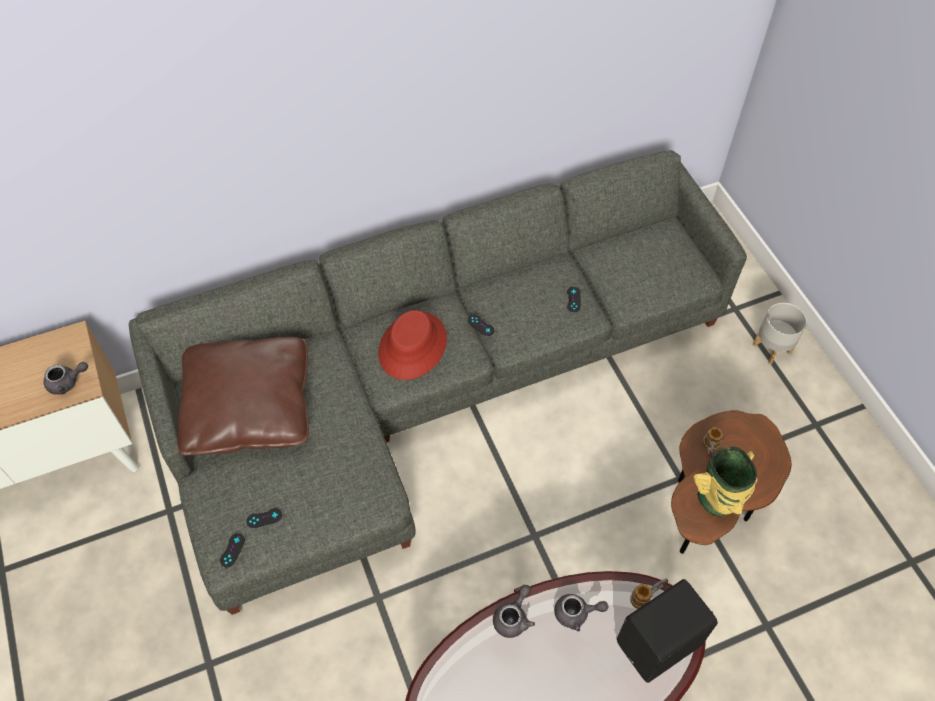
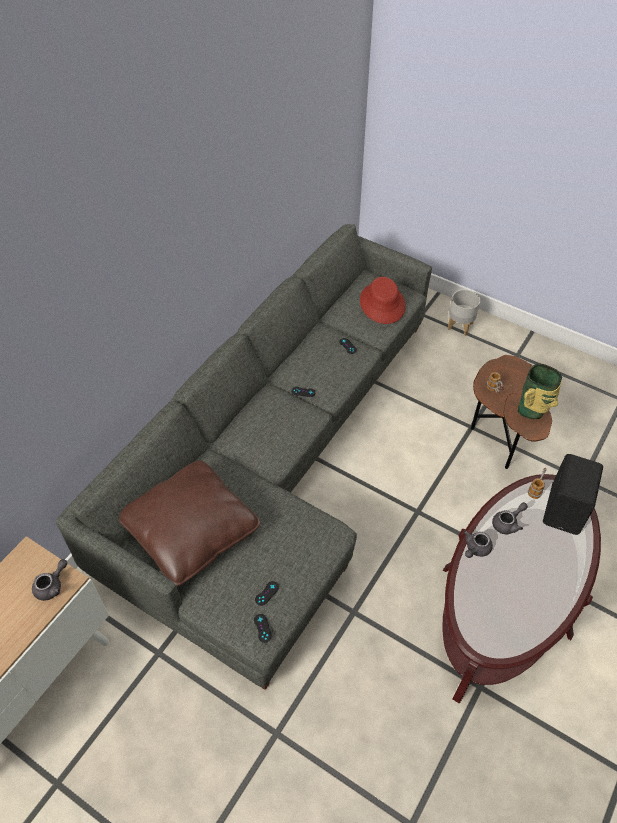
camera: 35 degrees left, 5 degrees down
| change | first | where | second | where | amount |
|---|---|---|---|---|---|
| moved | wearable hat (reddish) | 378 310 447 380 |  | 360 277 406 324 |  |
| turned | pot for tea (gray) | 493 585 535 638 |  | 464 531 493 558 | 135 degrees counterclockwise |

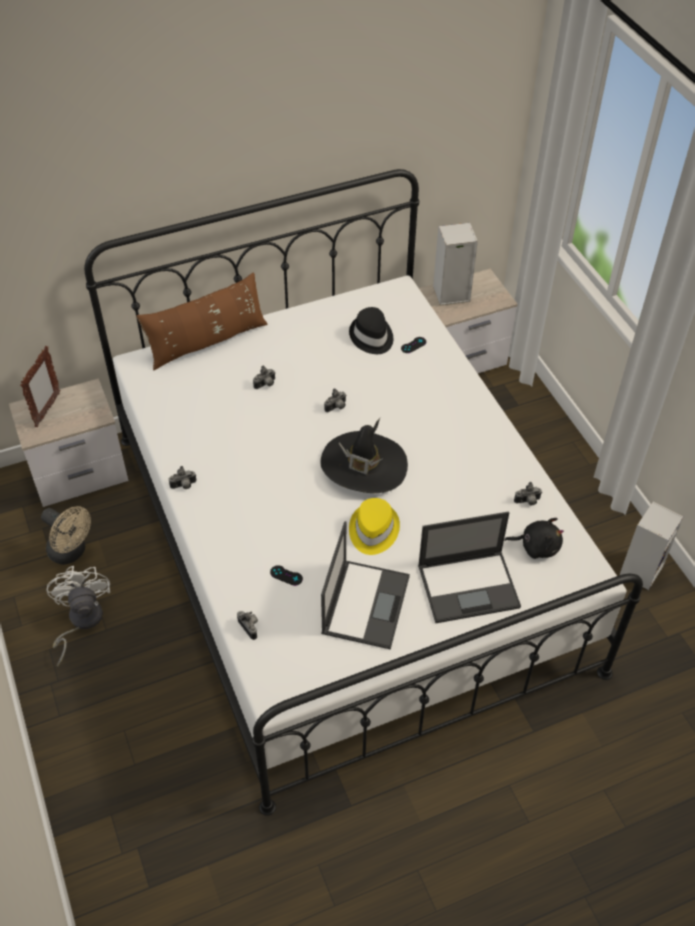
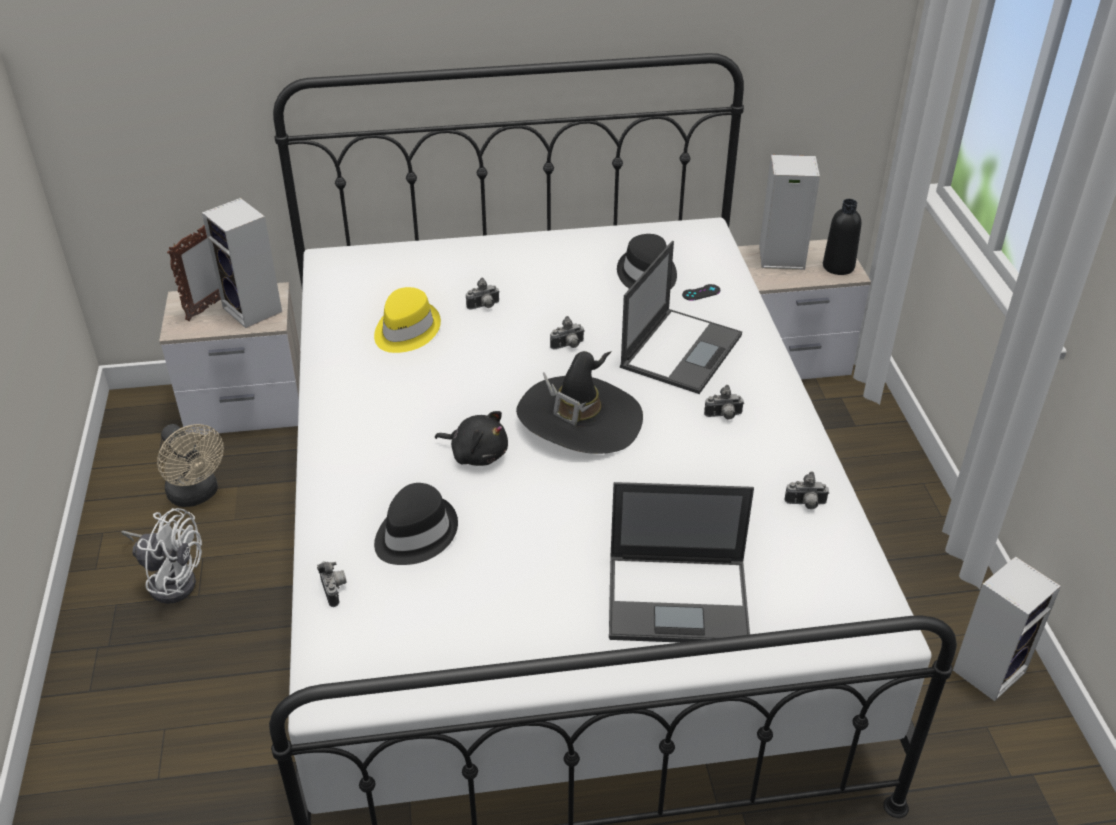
camera: 15 degrees right, 10 degrees down
| change | first | where | second | where | amount |
|---|---|---|---|---|---|
| turned | electric fan (whitish) | 46 566 110 667 |  | 121 508 202 604 | 105 degrees clockwise |
| added |  |  | loudspeaker | 202 198 282 328 |  |
| moved | wearable hat (yellowish) | 349 498 400 555 |  | 374 287 441 353 |  |
| replaced | game controller (black) | 270 565 303 586 | wearable hat (black) | 374 483 458 565 |  |
| moved | cuddly toy (black) | 504 518 564 559 |  | 435 411 508 466 |  |
| moved | notebook computer | 321 521 410 650 |  | 620 241 742 394 |  |
| moved | photo camera | 169 466 197 489 |  | 704 385 744 420 |  |
| added |  |  | beverage bottle (black) | 823 199 861 275 |  |
| removed | cushion (brown-coloured) | 137 272 268 370 |  |  |  |

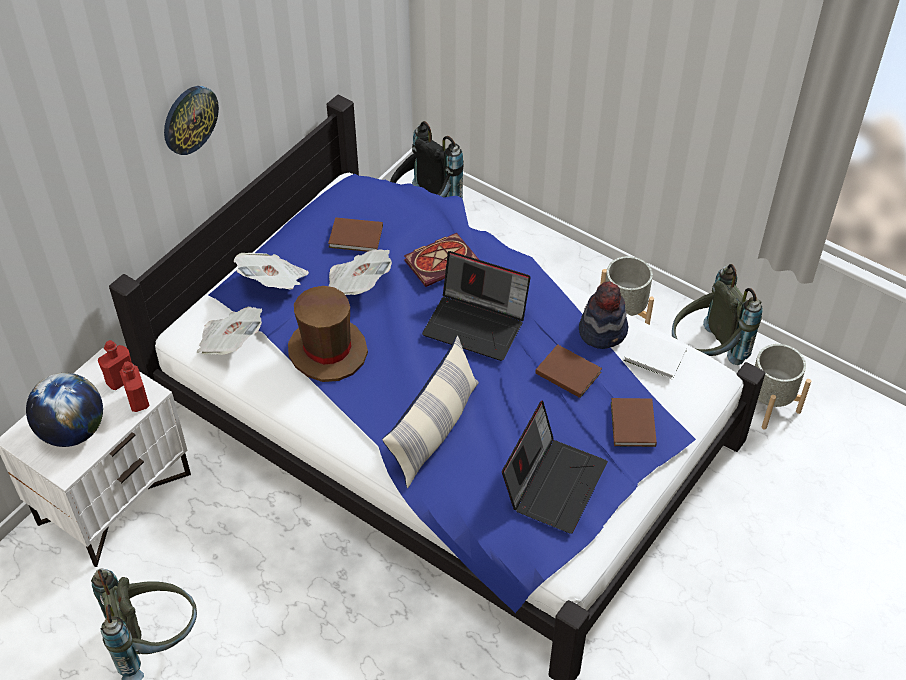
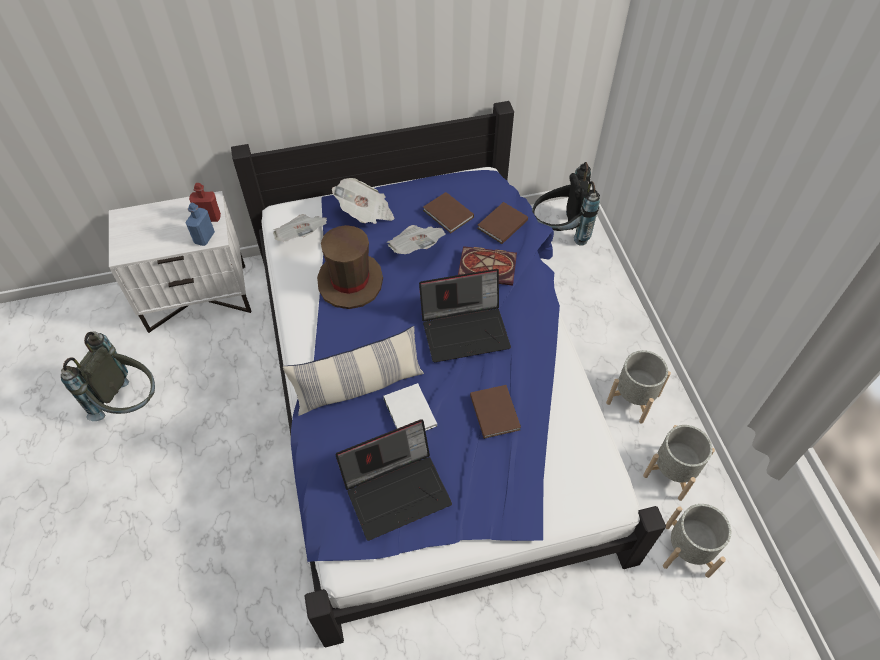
camera: 40 degrees right, 5 degrees up
| change | first | where | second | where | amount |
|---|---|---|---|---|---|
| recoloured | beverage bottle (reddish) | 120 361 150 412 | beverage bottle (blue) | 185 203 215 246 |  |
| moved | bound book (whitish) | 623 330 687 379 |  | 383 383 437 431 |  |
| turned | notebook computer | 422 251 531 361 |  | 419 269 511 362 | 75 degrees counterclockwise |
| moved | bound book (brown-coloured) | 611 398 657 447 |  | 477 202 528 244 |  |
| replaced | rucksack (gray) | 672 264 763 365 | planter (gray) | 643 425 715 501 |  |
| removed | globe | 26 373 103 447 |  |  |  |
| removed | clock on the wall | 164 86 219 155 |  |  |  |
| removed | wearable hat | 579 281 628 349 |  |  |  |

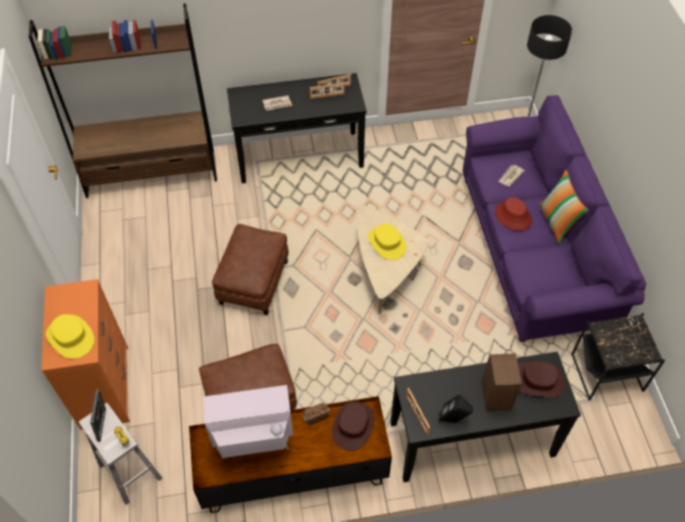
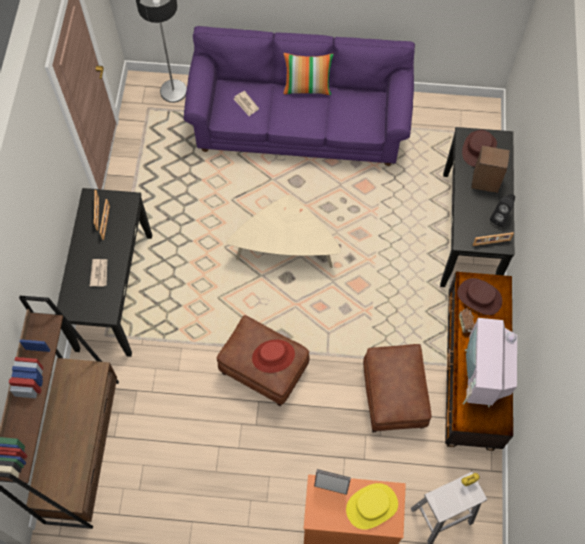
camera: 75 degrees left, 10 degrees up
| change | first | where | second | where | amount |
|---|---|---|---|---|---|
| moved | wearable hat (reddish) | 495 198 532 231 |  | 252 340 295 373 |  |
| moved | picture frame | 90 389 106 442 |  | 314 469 351 495 |  |
| removed | wearable hat (yellowish) | 368 223 406 260 |  |  |  |
| removed | accent table (black) | 571 313 665 400 |  |  |  |

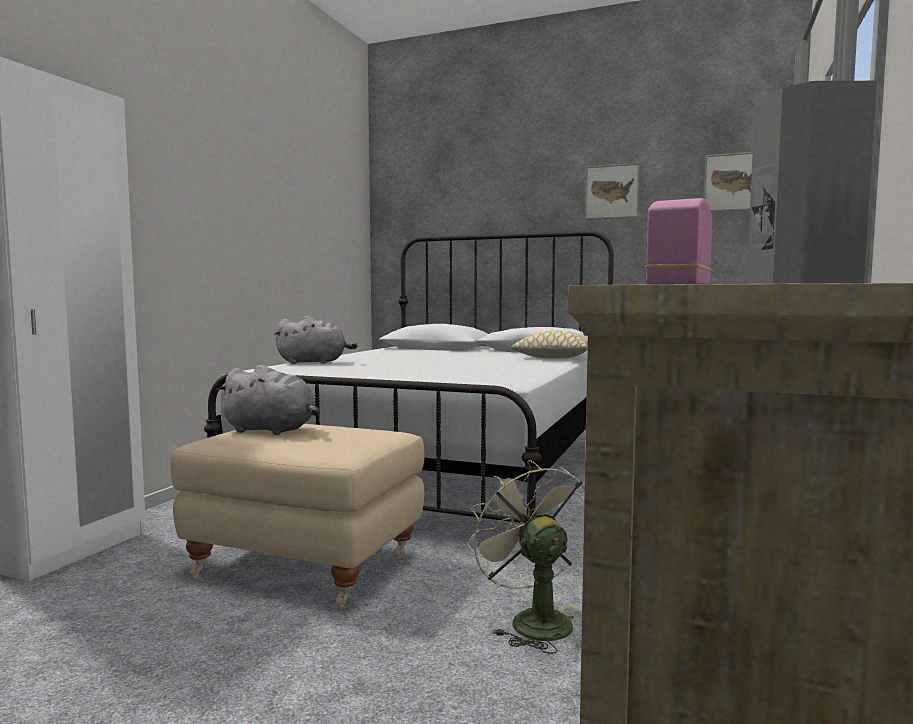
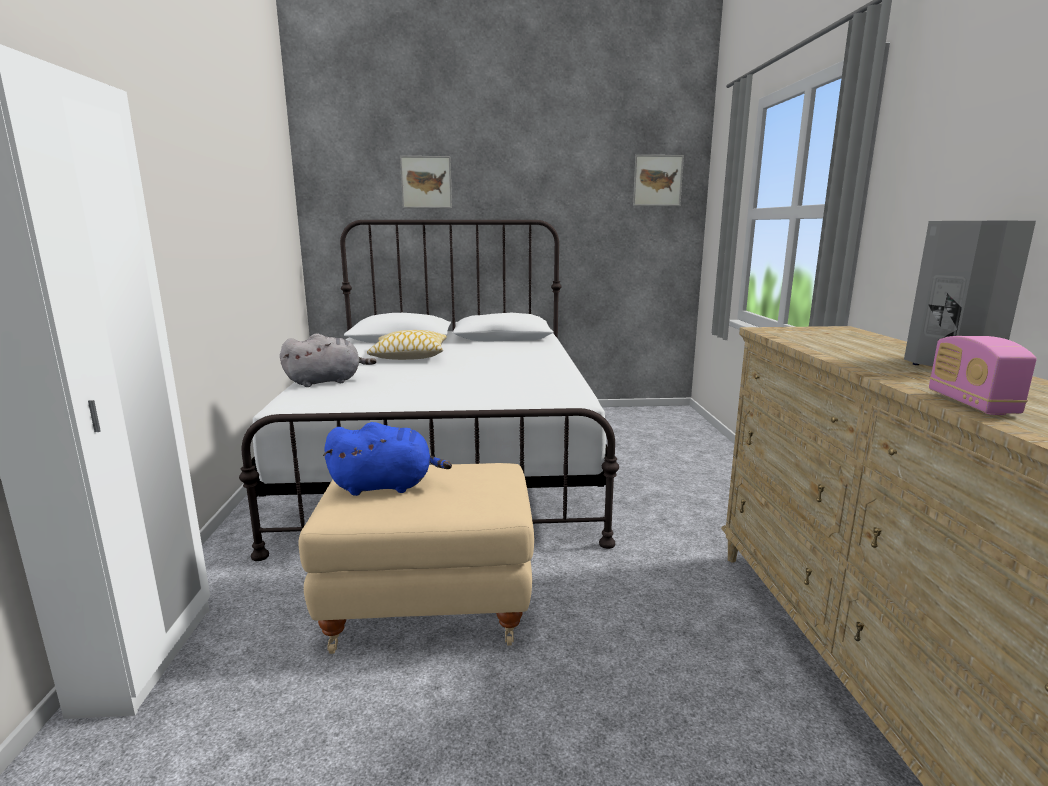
camera: 25 degrees left, 10 degrees up
| change | first | where | second | where | amount |
|---|---|---|---|---|---|
| recoloured | cuddly toy (gray) | 216 365 320 435 | cuddly toy (blue) | 323 422 452 496 |  |
| moved | cushion | 511 330 588 358 |  | 367 330 447 360 |  |
| moved | picture | 585 163 640 220 |  | 400 156 452 208 |  |
| removed | electric fan (beige) | 467 460 585 654 |  |  |  |

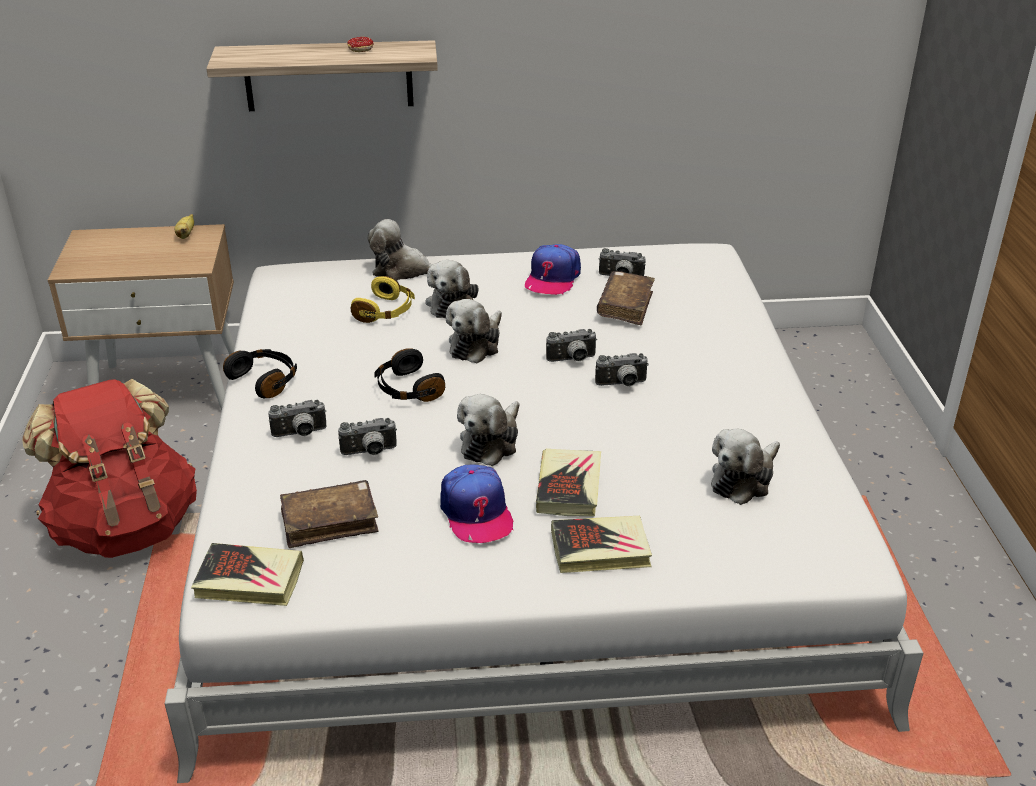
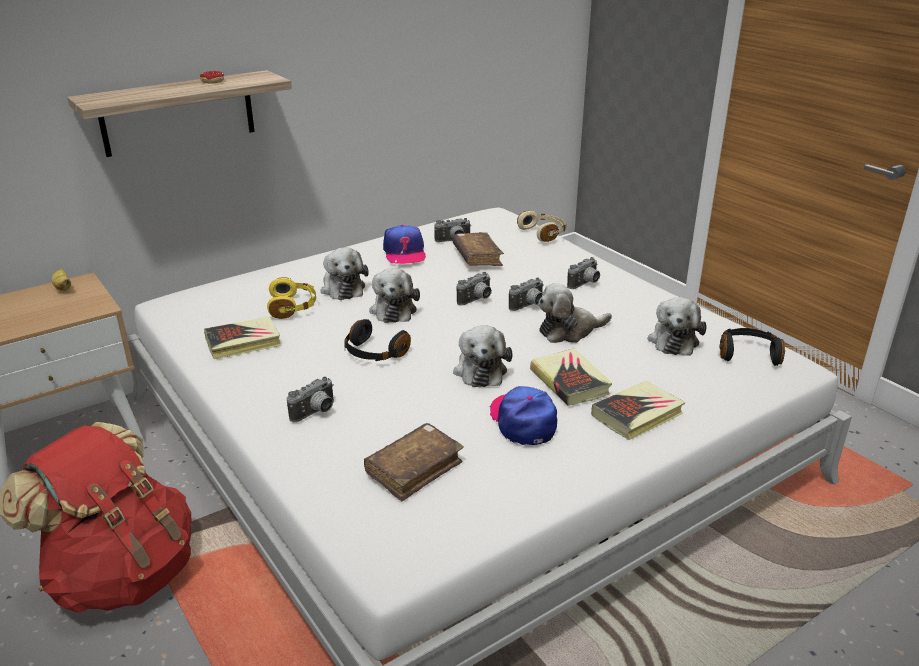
camera: 30 degrees left, 5 degrees down
| change | first | where | second | where | amount |
|---|---|---|---|---|---|
| moved | bound book | 191 543 304 606 |  | 204 317 282 359 |  |
| turned | baseball cap | 440 465 514 543 |  | 490 386 557 445 | 150 degrees counterclockwise |
| added |  |  | headphones (beige) | 517 211 567 242 |  |
| moved | cuddly toy | 367 219 432 281 |  | 538 284 612 343 |  |
| moved | photo camera | 338 418 397 455 |  | 567 257 600 289 |  |
| moved | headphones (black) | 223 349 297 398 |  | 719 328 785 366 |  |

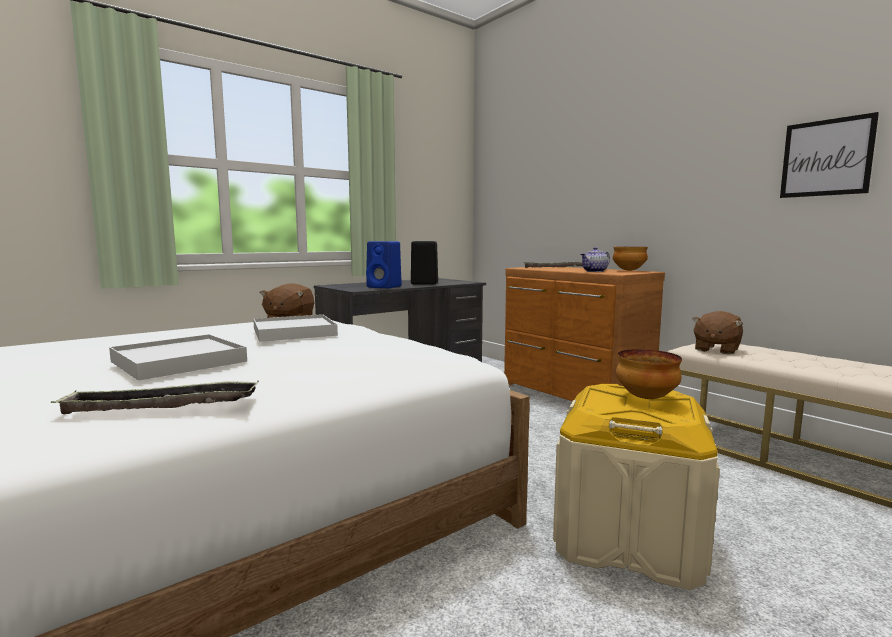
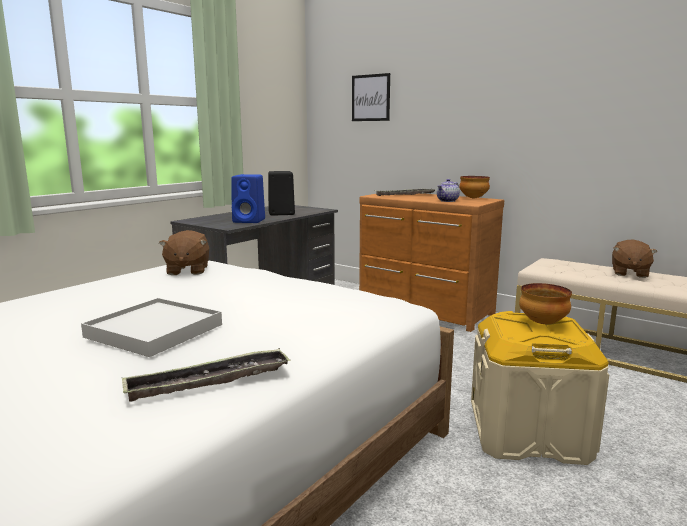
camera: 15 degrees left, 5 degrees up
| change | first | where | second | where | amount |
|---|---|---|---|---|---|
| moved | picture | 780 112 879 198 |  | 352 73 390 121 |  |
| moved | cuddly toy (brown-coloured) | 692 311 743 355 |  | 612 239 658 278 |  |
| removed | carrying tray (whitish) | 253 314 338 342 |  |  |  |

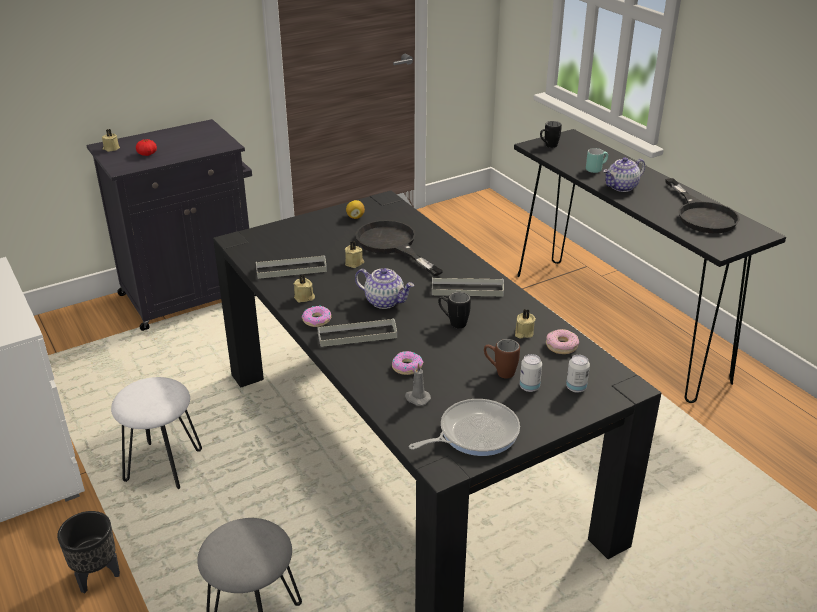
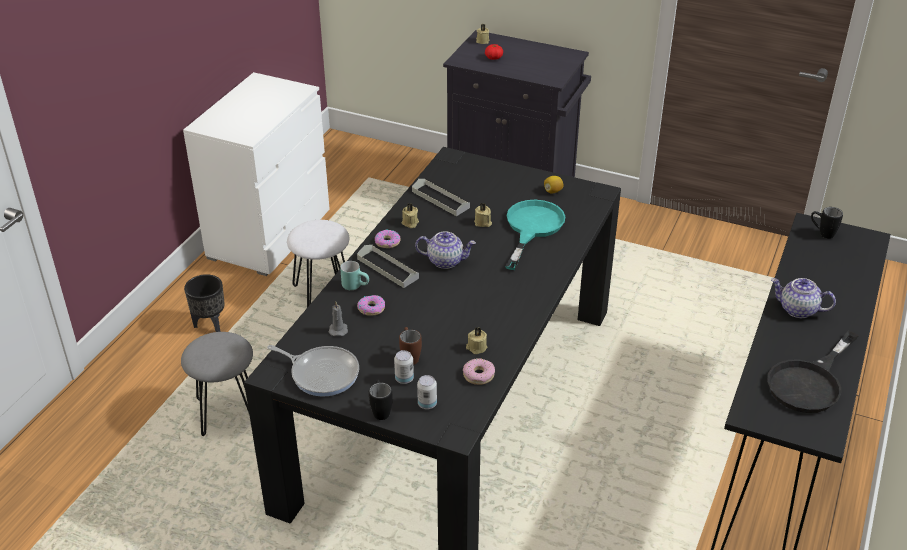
camera: 55 degrees right, 5 degrees up
| change | first | where | second | where | amount |
|---|---|---|---|---|---|
| moved | tea mug (turquoise-coloured) | 586 148 608 173 |  | 340 261 369 290 |  |
| moved | tea mug (black) | 438 292 471 329 |  | 369 379 393 420 |  |
| turned | pot for tea | 355 268 414 309 |  | 415 232 476 269 | 75 degrees counterclockwise |
| recoloured | skillet (black) | 356 220 443 277 | skillet (turquoise-coloured) | 505 200 566 270 |  |
| removed | carrying tray (gray) | 432 277 504 296 |  |  |  |

